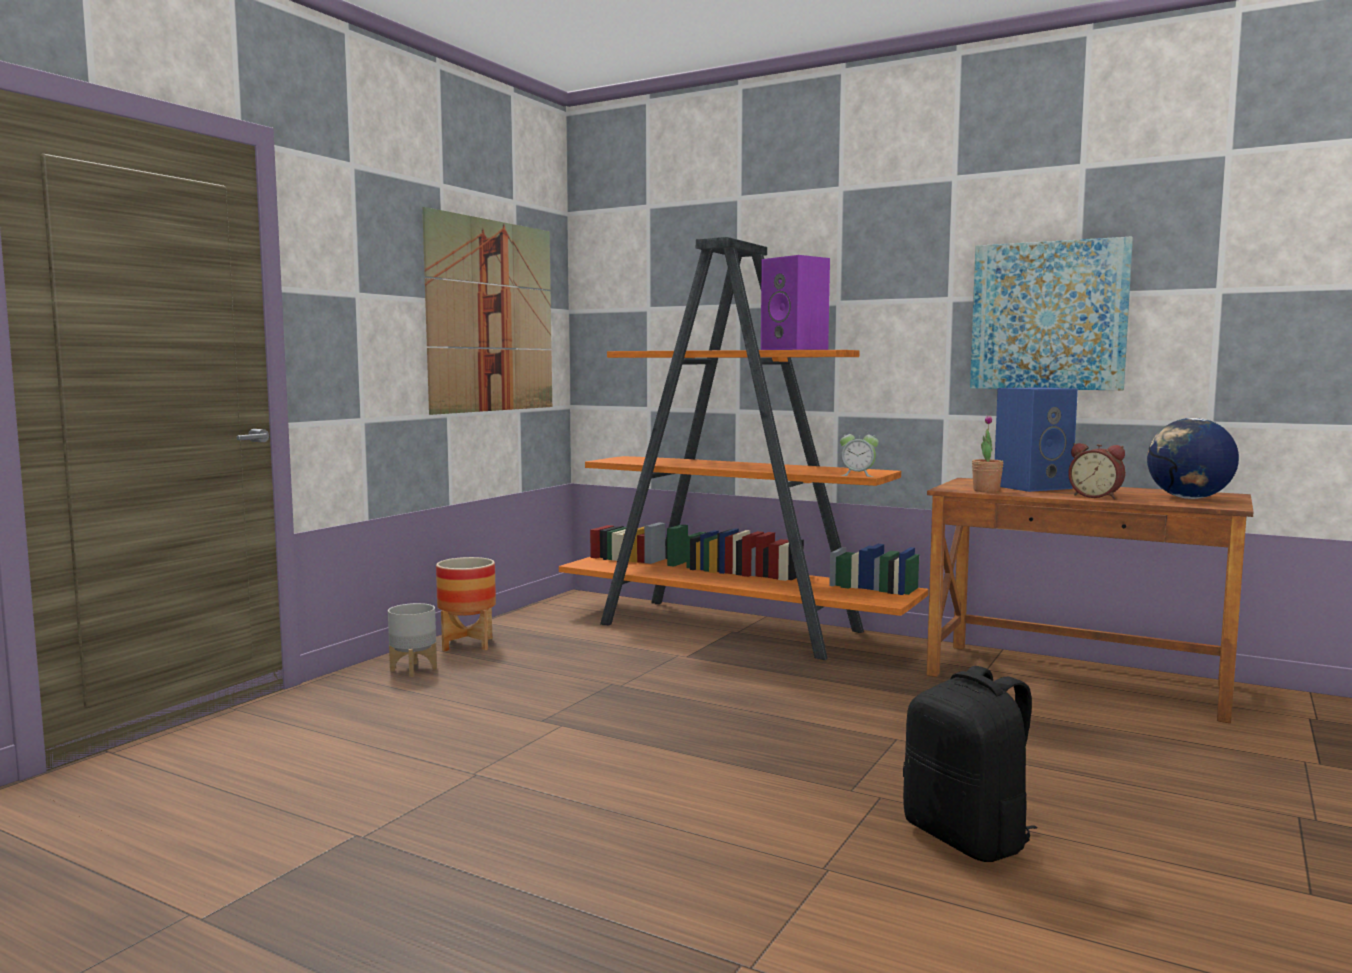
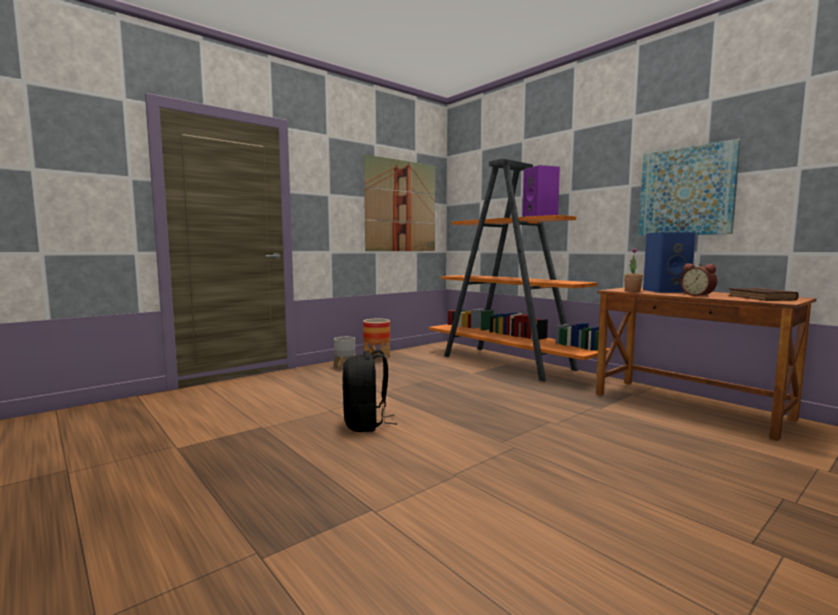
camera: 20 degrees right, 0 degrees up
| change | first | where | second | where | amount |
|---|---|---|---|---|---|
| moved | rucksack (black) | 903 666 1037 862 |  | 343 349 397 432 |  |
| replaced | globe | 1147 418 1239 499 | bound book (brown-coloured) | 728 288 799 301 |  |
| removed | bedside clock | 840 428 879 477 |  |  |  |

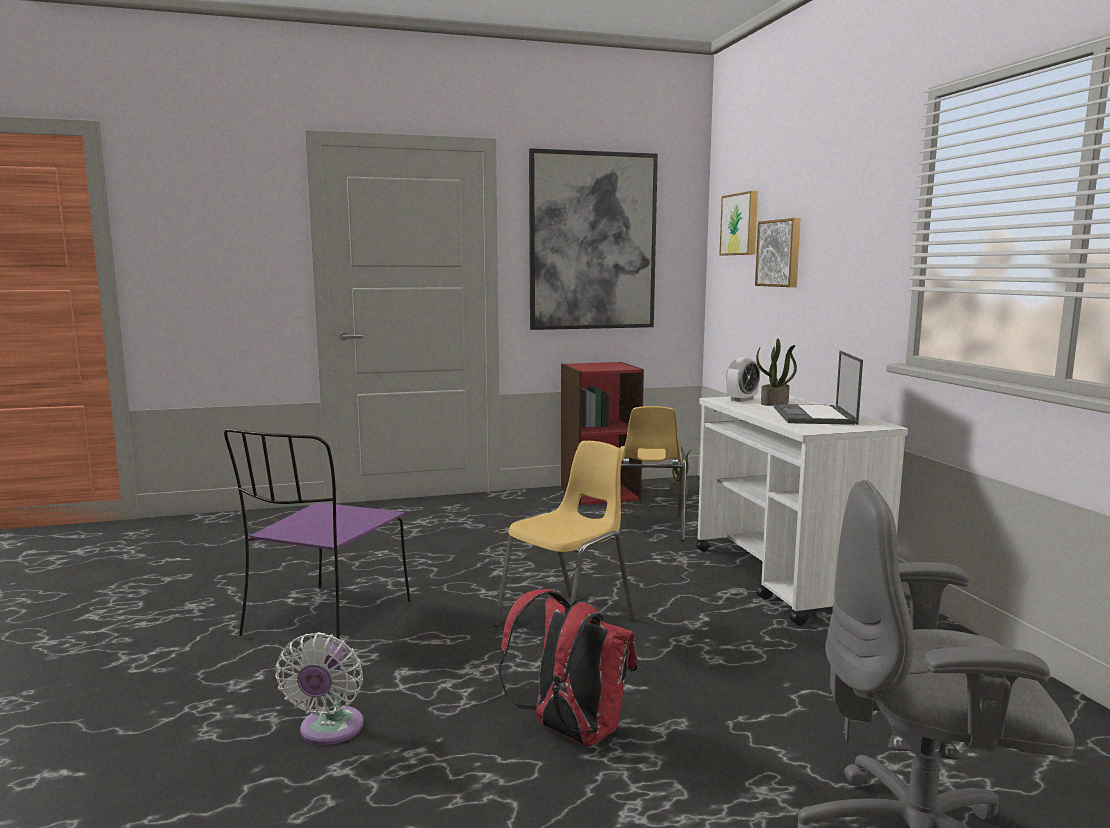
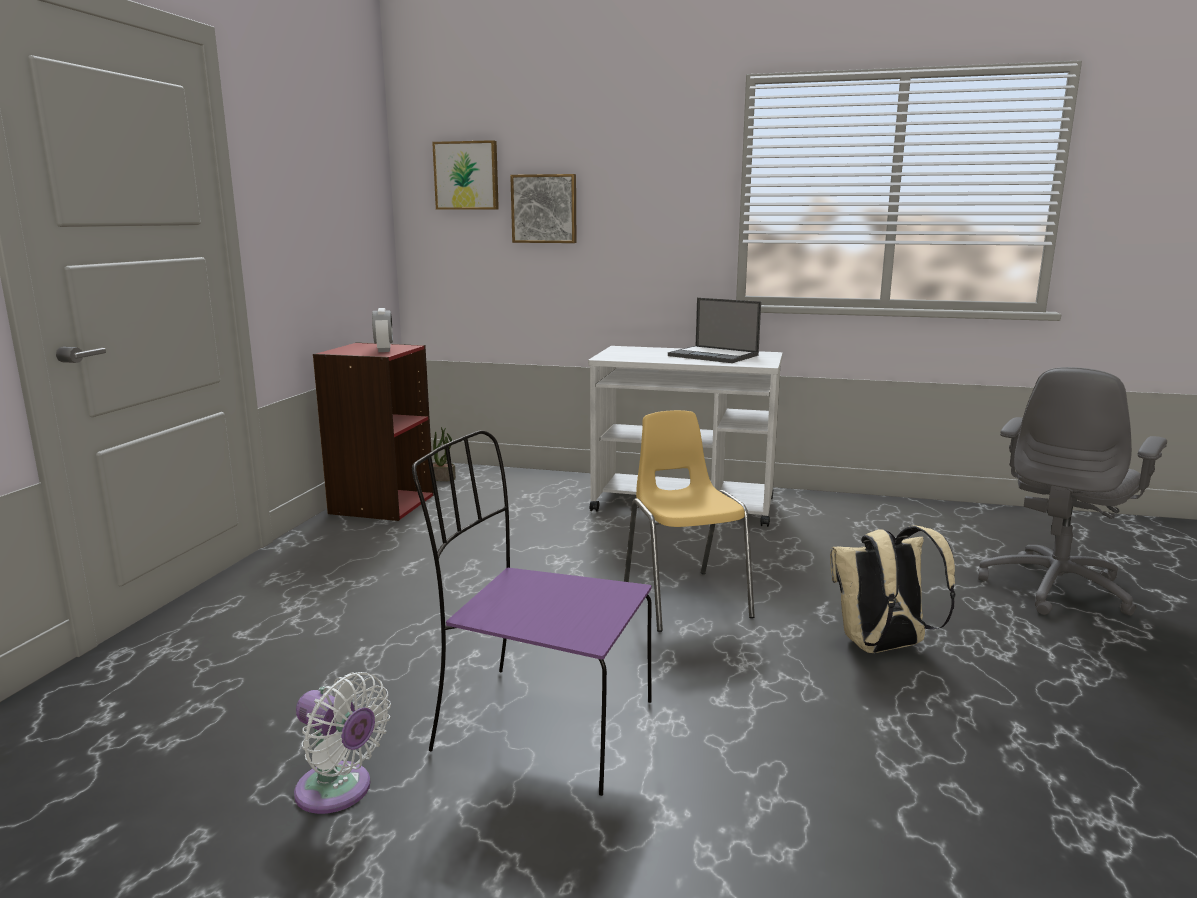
camera: 60 degrees left, 5 degrees up
| change | first | where | second | where | amount |
|---|---|---|---|---|---|
| moved | electric fan (whitish) | 275 632 364 745 |  | 294 672 391 814 |  |
| moved | bedside clock | 726 357 760 402 |  | 372 308 393 352 |  |
| turned | plain chair (purple-coloured) | 224 429 411 639 |  | 412 430 652 796 | 150 degrees clockwise |
| recoloured | rucksack (reddish) | 499 589 637 746 | rucksack (beige) | 830 525 956 653 |  |
| removed | picture | 529 148 658 330 |  |  |  |
| removed | plain chair (yellowish) | 618 406 686 541 |  |  |  |
| removed | plant in a pot | 756 339 797 406 |  |  |  |

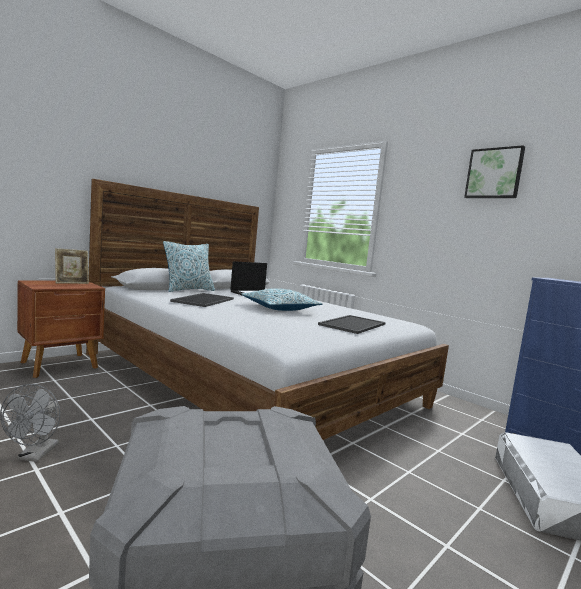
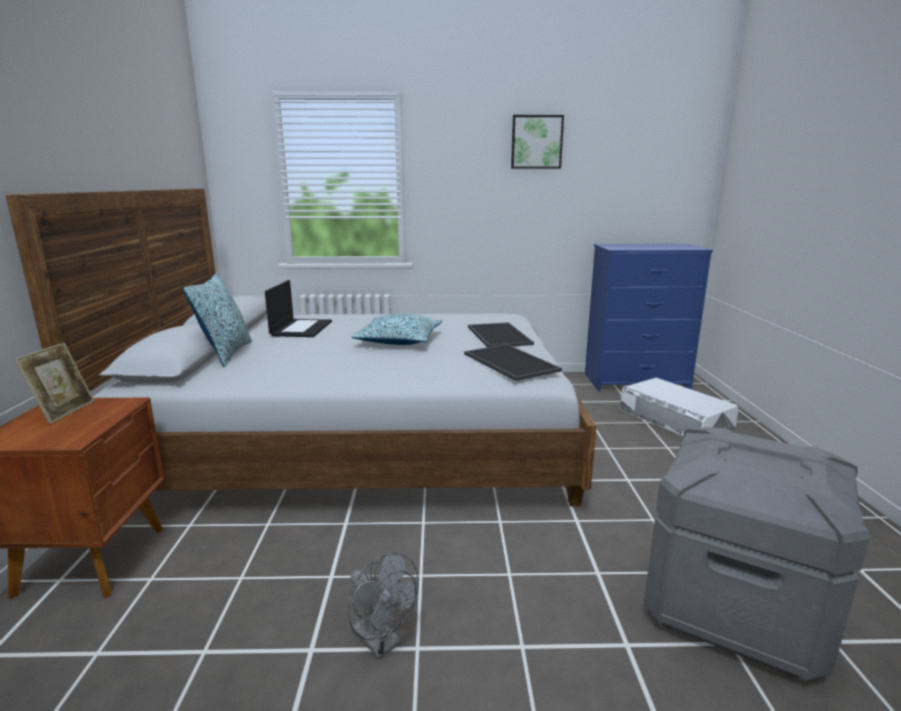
camera: 45 degrees left, 10 degrees up
| change | first | where | second | where | amount |
|---|---|---|---|---|---|
| moved | carrying tray | 170 293 234 307 |  | 464 344 562 381 |  |

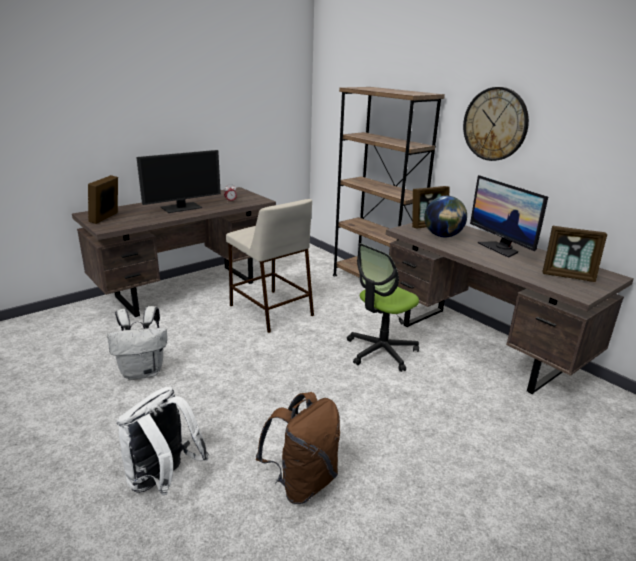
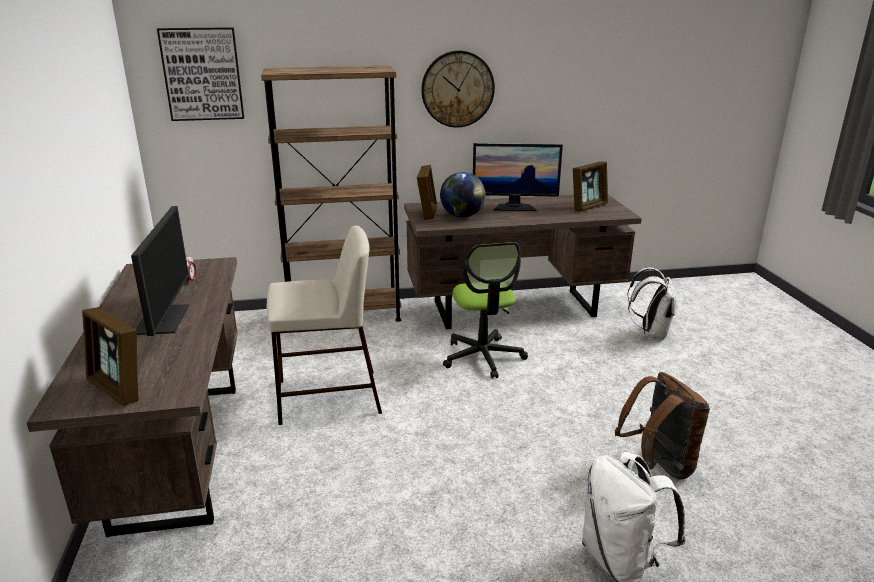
camera: 60 degrees left, 0 degrees up
| change | first | where | second | where | amount |
|---|---|---|---|---|---|
| added |  |  | picture | 157 27 244 121 |  |
| moved | rucksack (whitish) | 107 306 167 380 |  | 627 267 677 340 |  |

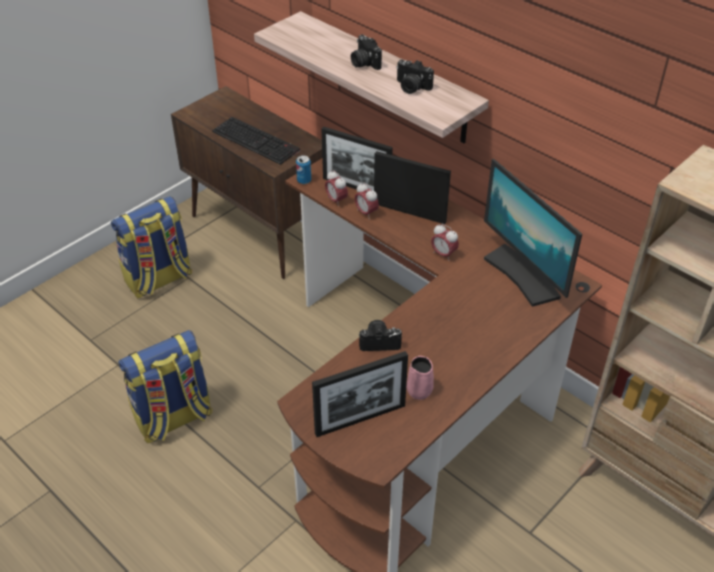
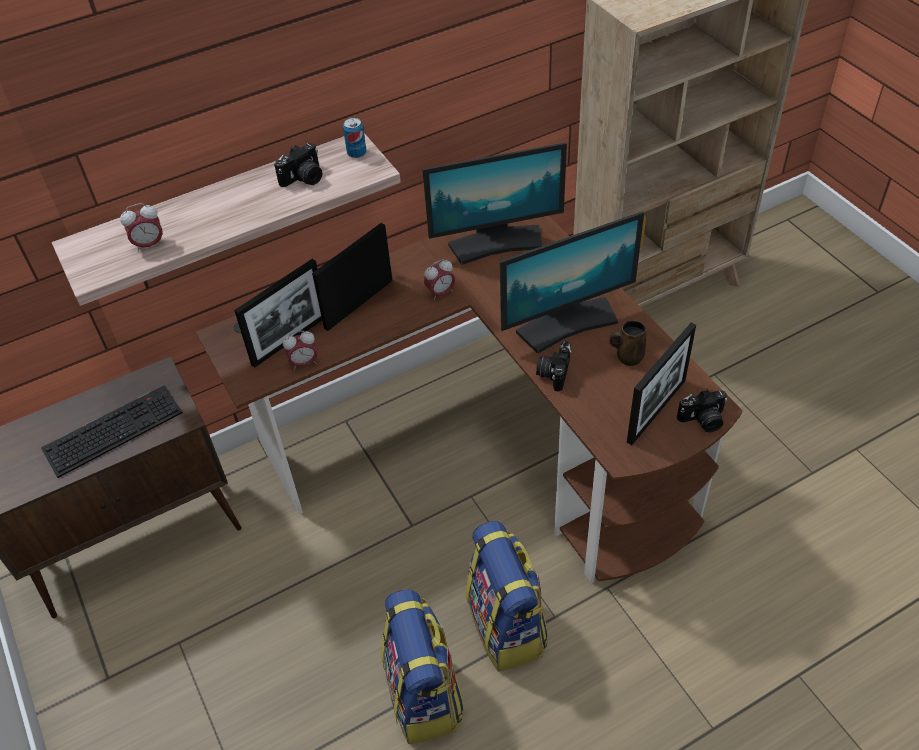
camera: 70 degrees left, 5 degrees up
| change | first | where | second | where | amount |
|---|---|---|---|---|---|
| moved | bedside clock | 355 183 379 217 |  | 120 203 164 252 |  |
| moved | sealed can | 296 155 311 184 |  | 343 118 367 158 |  |
| moved | rucksack | 111 196 192 298 |  | 466 521 548 672 |  |
| added |  |  | monitor | 500 212 644 354 |  |
| recoloured | tea mug (pink) | 407 356 434 400 | tea mug (brown-coloured) | 609 320 647 366 |  |
| turned | picture frame | 312 351 408 437 |  | 627 323 696 445 | 45 degrees clockwise |
| moved | photo camera | 351 34 382 70 |  | 677 390 727 432 |  |

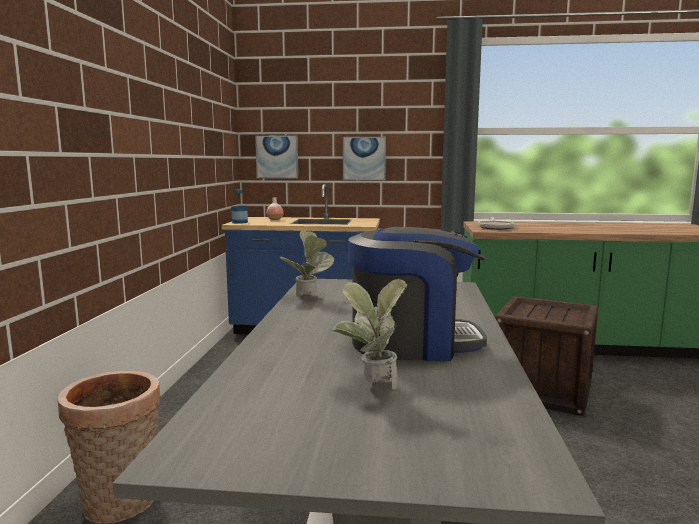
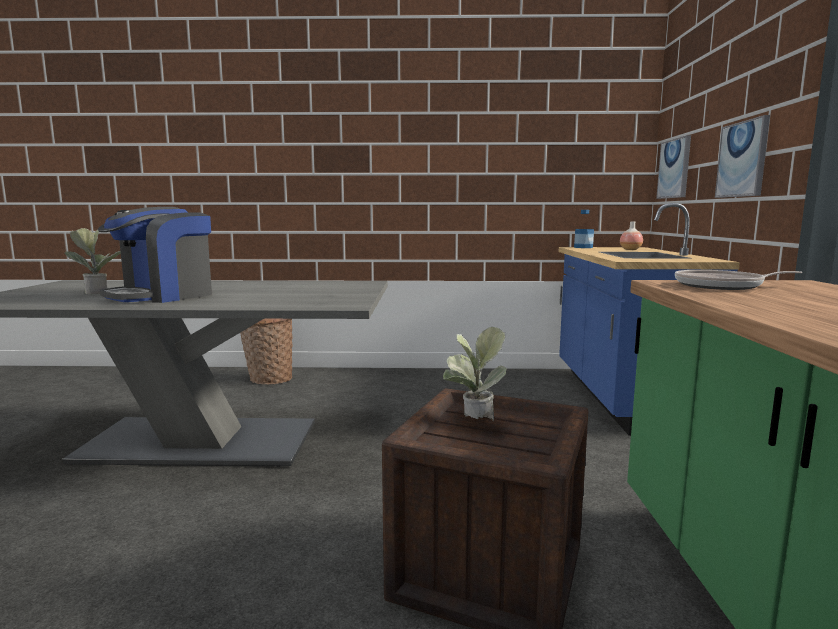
camera: 85 degrees right, 0 degrees up
| change | first | where | second | where | amount |
|---|---|---|---|---|---|
| turned | coffee maker | 348 227 487 361 |  | 98 207 212 303 | 45 degrees clockwise |
| moved | plant in a pot | 280 230 334 297 |  | 443 327 507 421 |  |

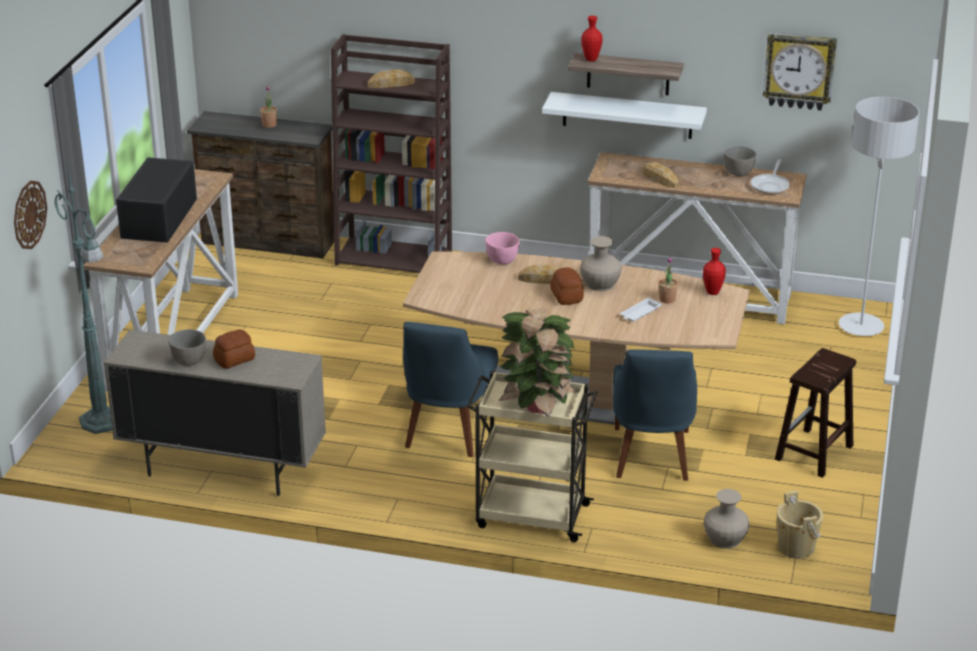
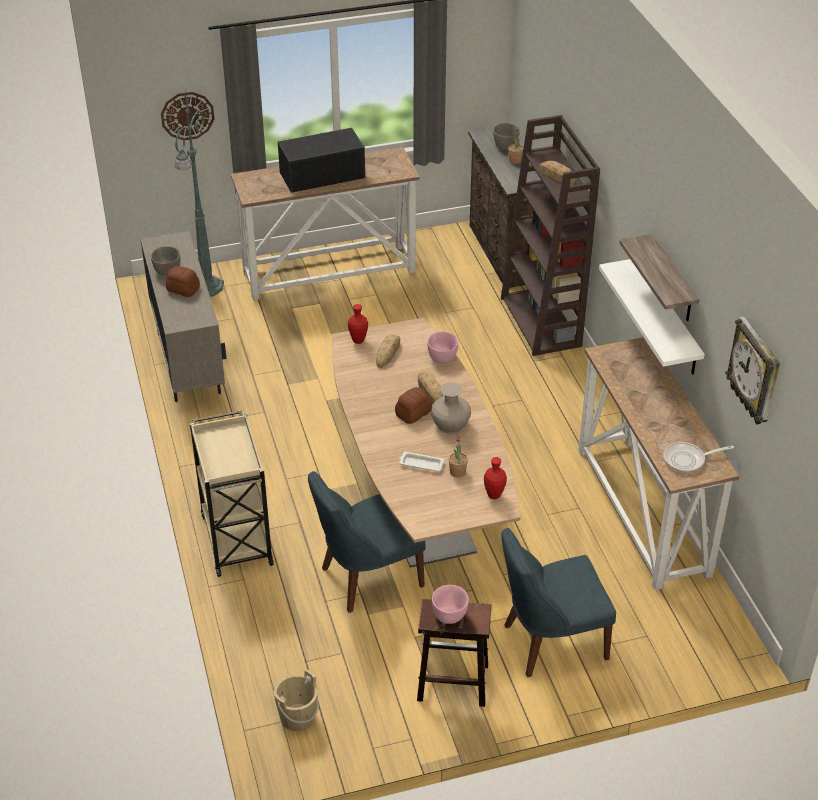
camera: 60 degrees right, 10 degrees up
| change | first | where | second | where | amount |
|---|---|---|---|---|---|
| moved | decorative vase (reddish) | 581 16 603 62 |  | 348 304 368 344 |  |
| moved | bakery bread | 642 162 679 188 |  | 376 334 400 368 |  |
| added |  |  | bowl (pink) | 432 585 468 624 |  |
| moved | bowl (gray) | 724 146 756 176 |  | 493 123 520 149 |  |
| moved | plain chair (blue) | 403 322 498 457 |  | 501 528 616 677 |  |
| removed | plant in a pot | 498 308 577 417 |  |  |  |
| removed | decorative vase (beige) | 704 489 750 549 |  |  |  |
| removed | standard lamp (gray) | 839 97 920 336 |  |  |  |

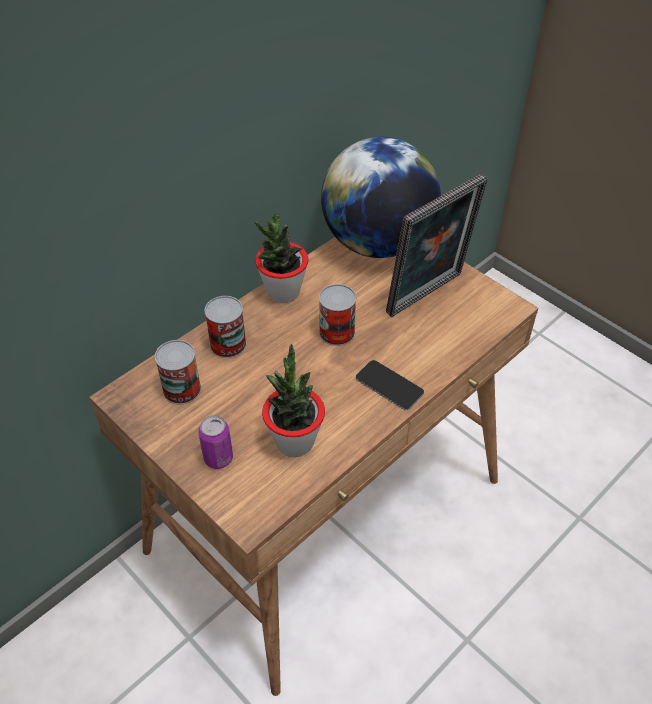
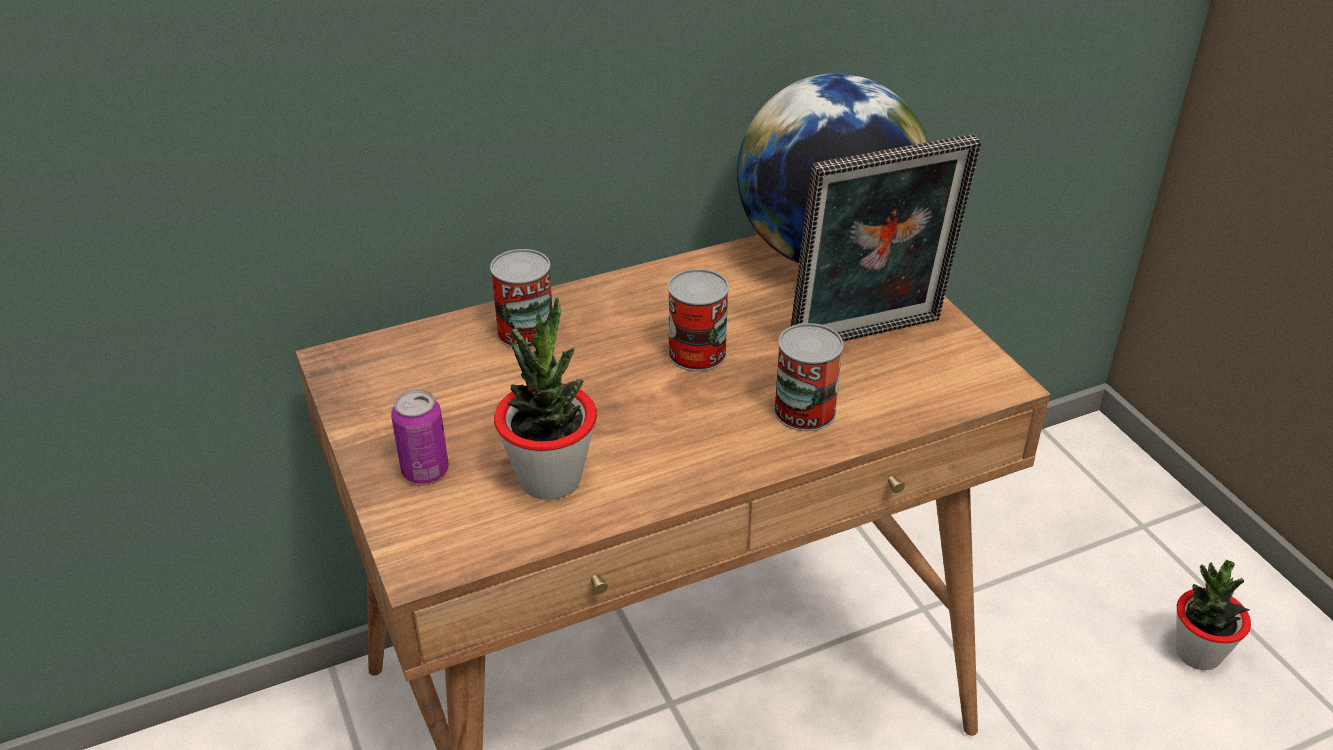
camera: 20 degrees right, 10 degrees down
| change | first | where | second | where | amount |
|---|---|---|---|---|---|
| moved | sealed can | 155 340 201 404 |  | 774 323 844 431 |  |
| moved | plant in a pot | 255 214 309 303 |  | 1176 560 1251 670 |  |
| removed | phone | 356 360 424 410 |  |  |  |

